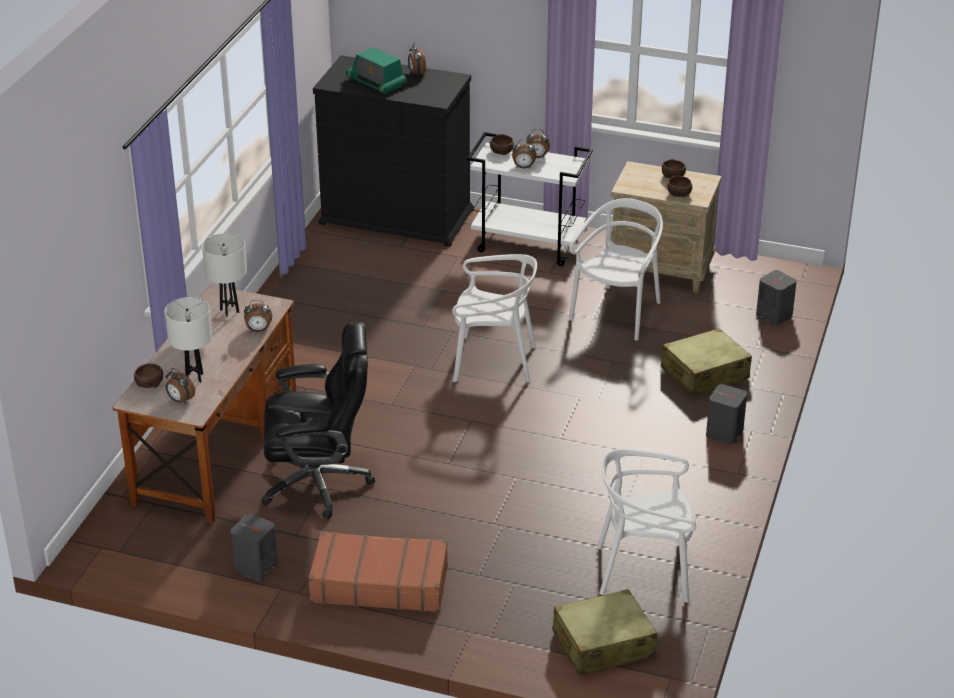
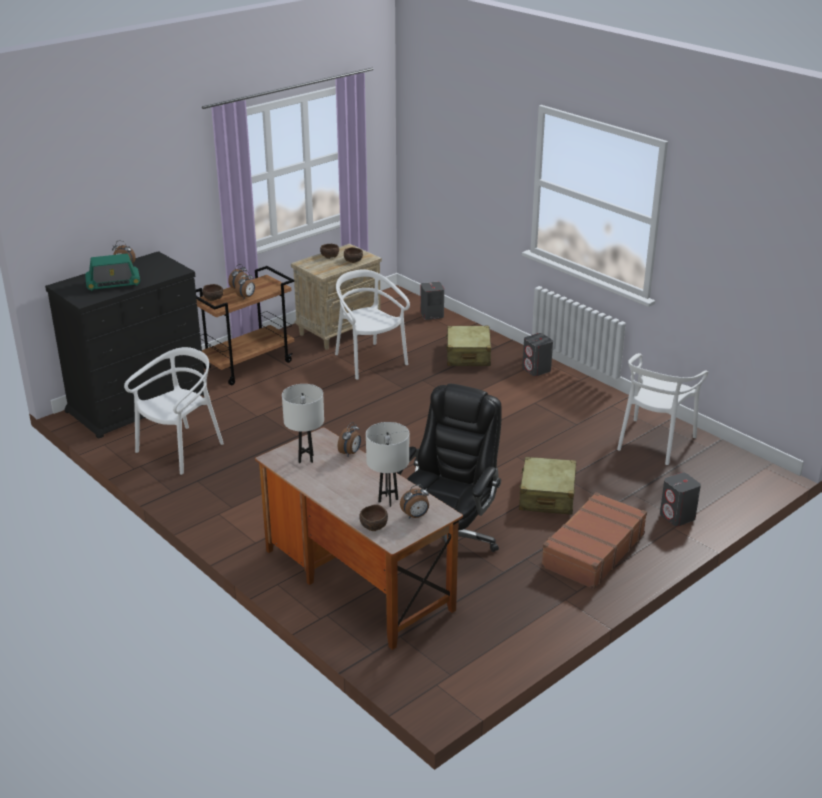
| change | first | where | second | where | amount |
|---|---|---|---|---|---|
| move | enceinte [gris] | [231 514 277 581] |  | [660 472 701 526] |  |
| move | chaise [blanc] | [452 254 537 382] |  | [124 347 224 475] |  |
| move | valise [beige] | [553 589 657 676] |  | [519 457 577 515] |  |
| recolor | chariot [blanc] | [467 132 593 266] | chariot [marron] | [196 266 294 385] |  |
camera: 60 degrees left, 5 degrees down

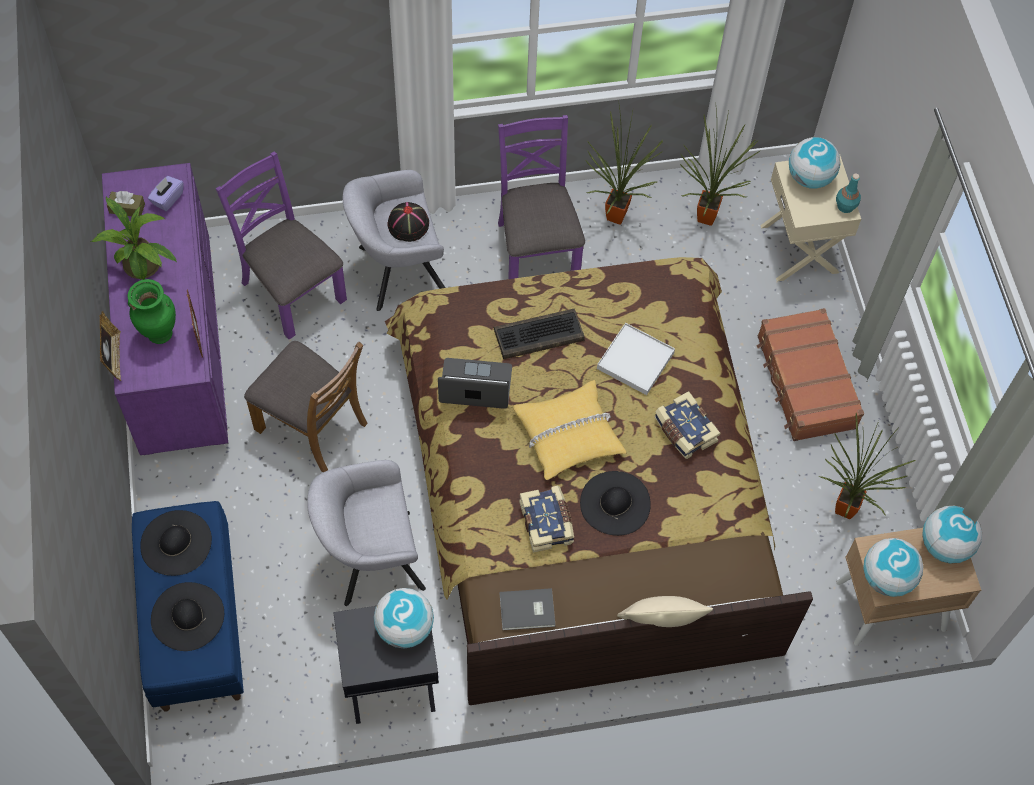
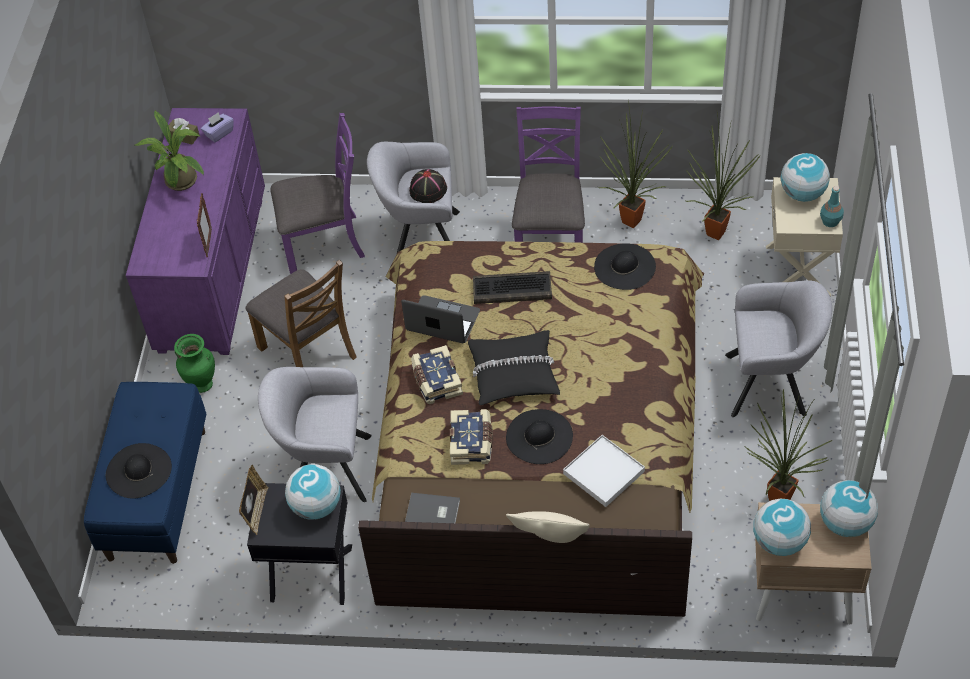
| change | first | where | second | where | amount |
|---|---|---|---|---|---|
| move | cadre photo | [99 311 121 381] |  | [239 465 269 535] |  |
| move | vase [vert] | [128 279 176 344] |  | [174 334 215 393] |  |
| move | chapeau [noir] | [140 510 212 576] |  | [594 243 656 290] |  |
| move | plateau [blanc] | [597 323 675 395] |  | [563 435 645 507] |  |
| move | livre | [654 391 720 459] |  | [411 345 463 404] |  |
| replace | valise [marron] | [756 308 864 441] | fauteuil [gris] | [725 280 832 417] |  |
| recolor | coussin [jaune] | [513 380 626 480] | coussin [noir] | [468 330 560 405] |  |
| rotate | chaise [violet] | [216 152 347 339] |  | [270 113 365 274] | 105 degrees clockwise |
camera: 20 degrees right, 10 degrees down

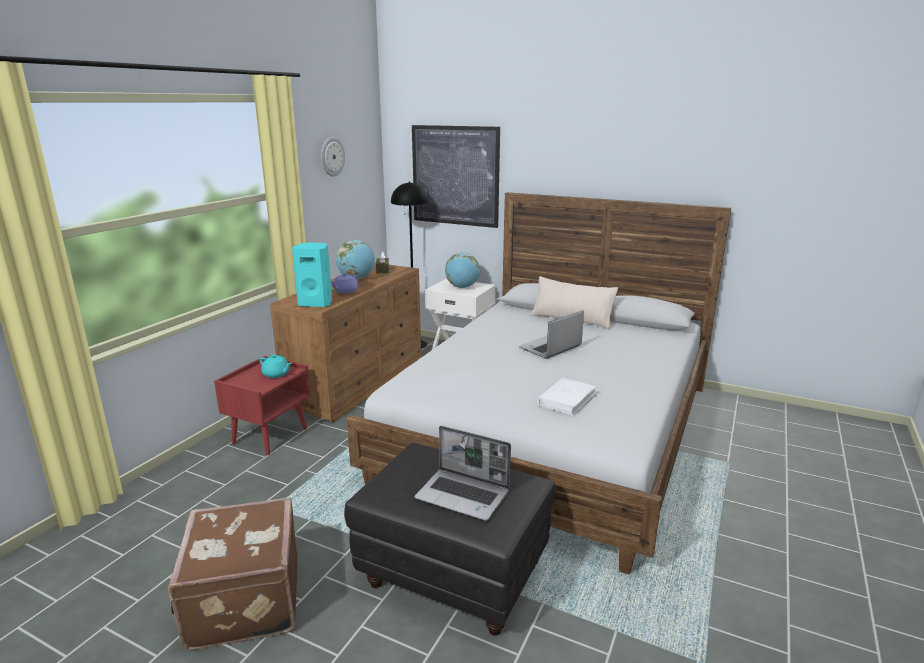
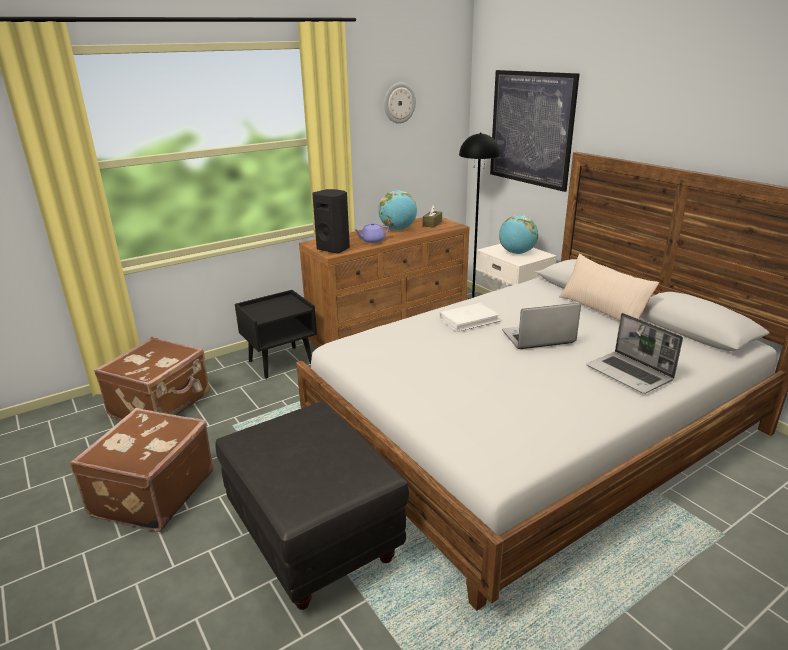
| change | first | where | second | where | amount |
|---|---|---|---|---|---|
| delete | théière [turquoise] | [259 354 292 378] |  |  |  |
| insert |  |  | valise [marron] | [94 337 210 420] |  |
| move | ordinateur portable | [415 426 511 521] |  | [586 313 683 394] |  |
| move | livre [blanc] | [537 378 597 415] |  | [439 303 500 332] |  |
| recolor | table de chevet [rouge] | [214 356 311 455] | table de chevet [noir] | [235 290 317 379] |  |
| recolor | enceinte [turquoise] | [292 243 332 307] | enceinte [noir] | [313 189 350 254] |  |
camera: 30 degrees right, 5 degrees up

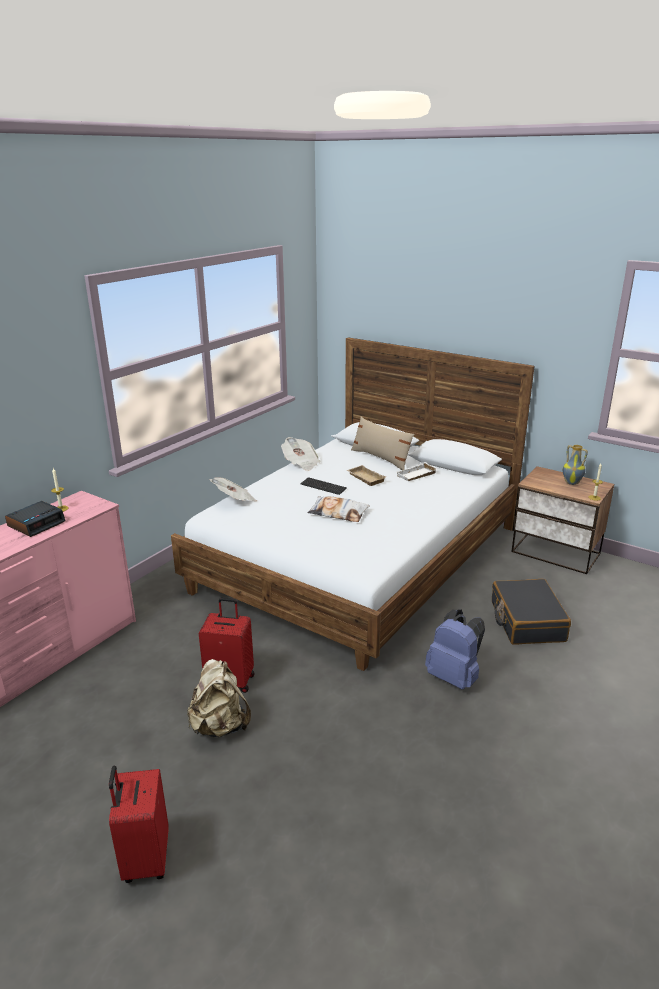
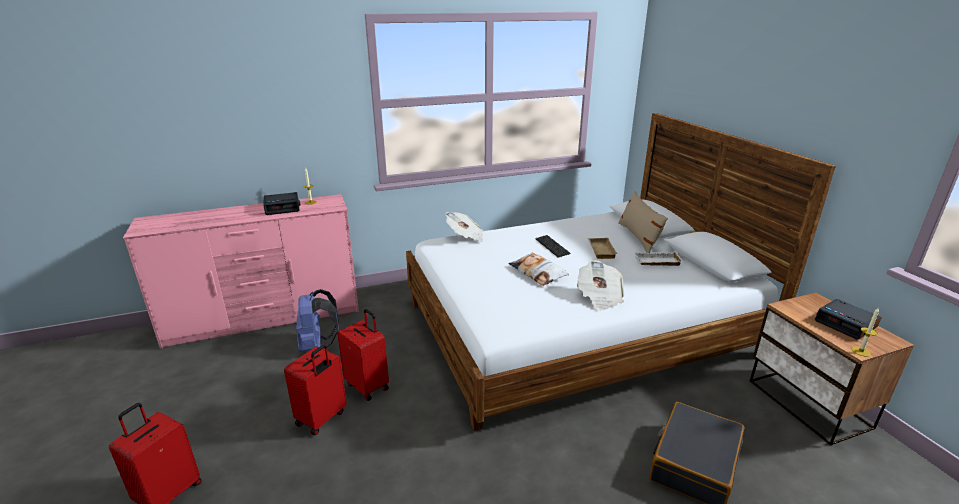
| change | first | where | second | where | amount |
|---|---|---|---|---|---|
| move | journal | [281 437 320 471] |  | [577 260 624 311] |  |
| move | sac à dos [bleu] | [425 609 485 690] |  | [296 289 339 351] |  |
| replace | sac à dos [beige] | [187 659 251 737] | valise [rouge] | [284 345 346 435] |  |
| replace | vase | [563 445 588 485] | réveil | [815 299 882 340] |  |
camera: 35 degrees right, 0 degrees up

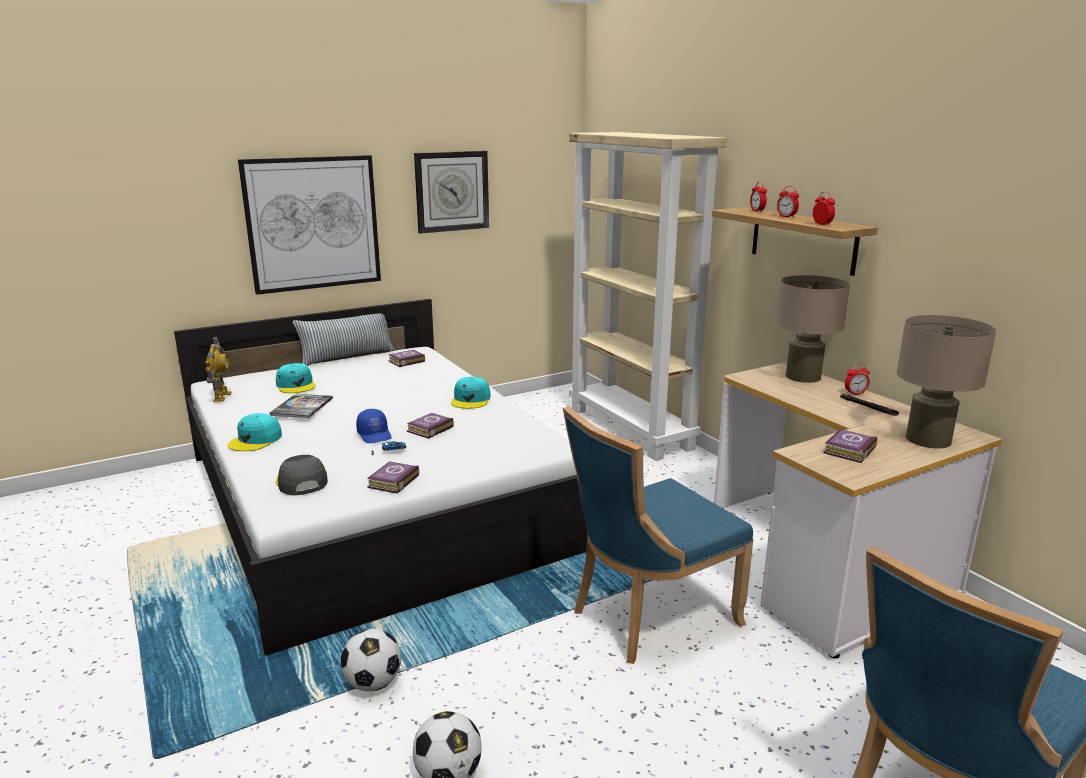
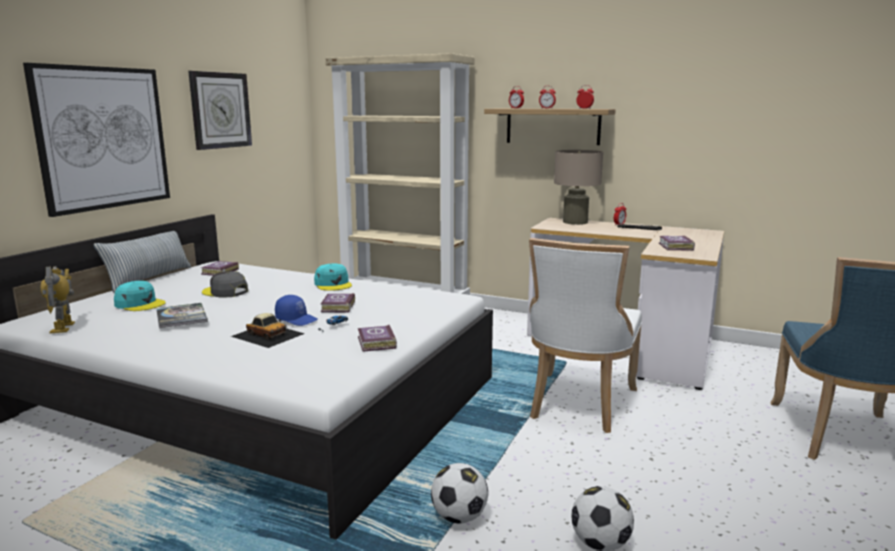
| change | first | where | second | where | amount |
|---|---|---|---|---|---|
| delete | casquette [turquoise] | [228 413 282 451] |  |  |  |
| delete | lampe de table [beige] | [896 315 997 449] |  |  |  |
| insert |  |  | petite voiture | [231 313 305 348] |  |
| move | casquette [gris] | [276 455 328 495] |  | [202 271 248 298] |  |
| recolor | chaise [bleu] | [563 406 753 664] | chaise [blanc] | [529 238 642 433] |  |
| rotate | robot jouet | [205 337 232 402] |  | [41 267 75 333] | 150 degrees counterclockwise |
camera: 35 degrees left, 5 degrees down

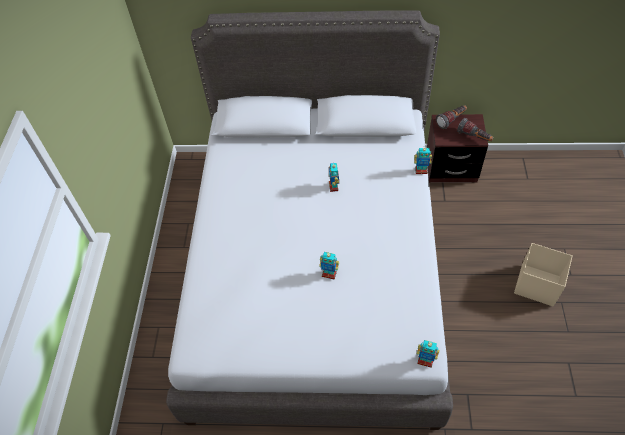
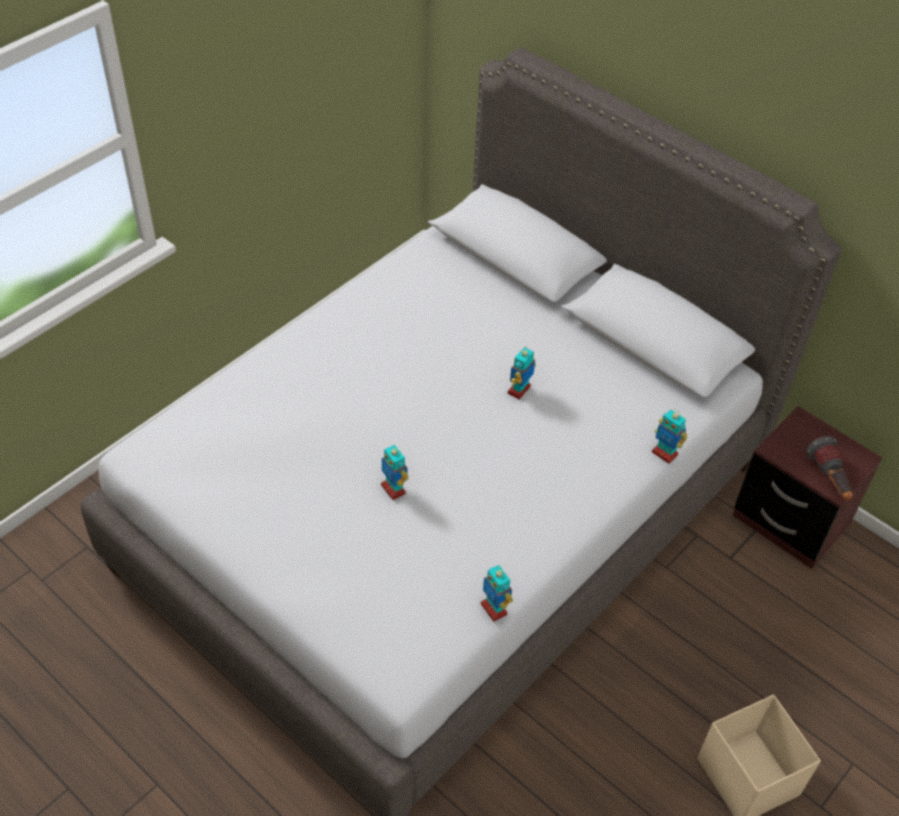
| change | first | where | second | where | amount |
|---|---|---|---|---|---|
| delete | lampe de poche | [436 105 467 129] |  |  |  |
| move | robot jouet | [417 340 440 368] |  | [481 565 513 622] |  |
camera: 35 degrees right, 5 degrees down

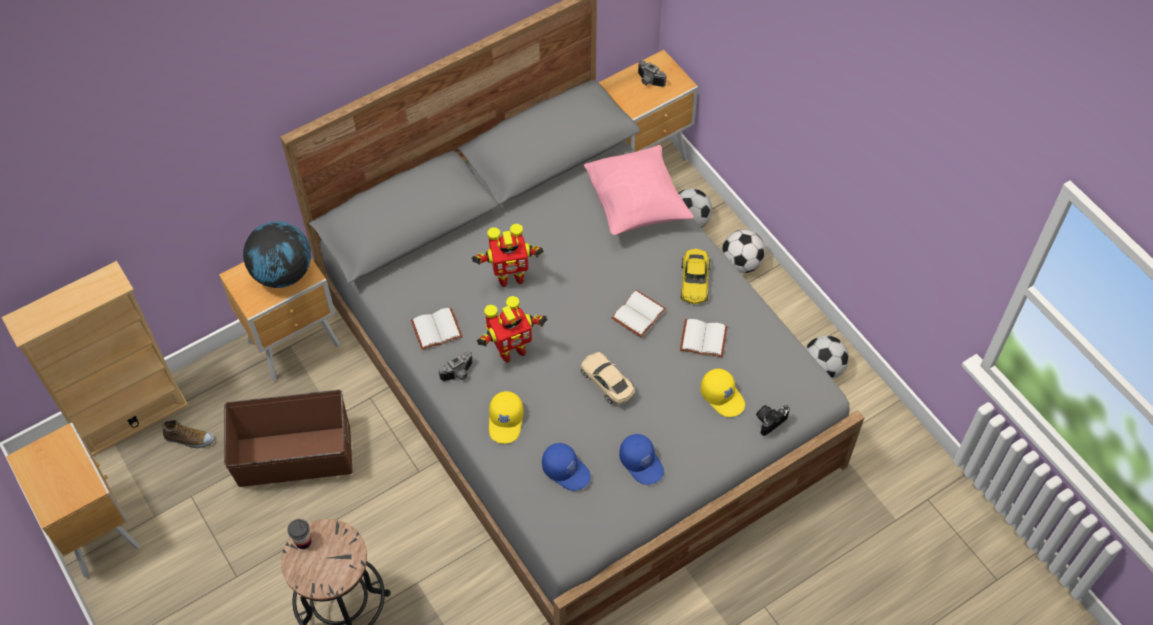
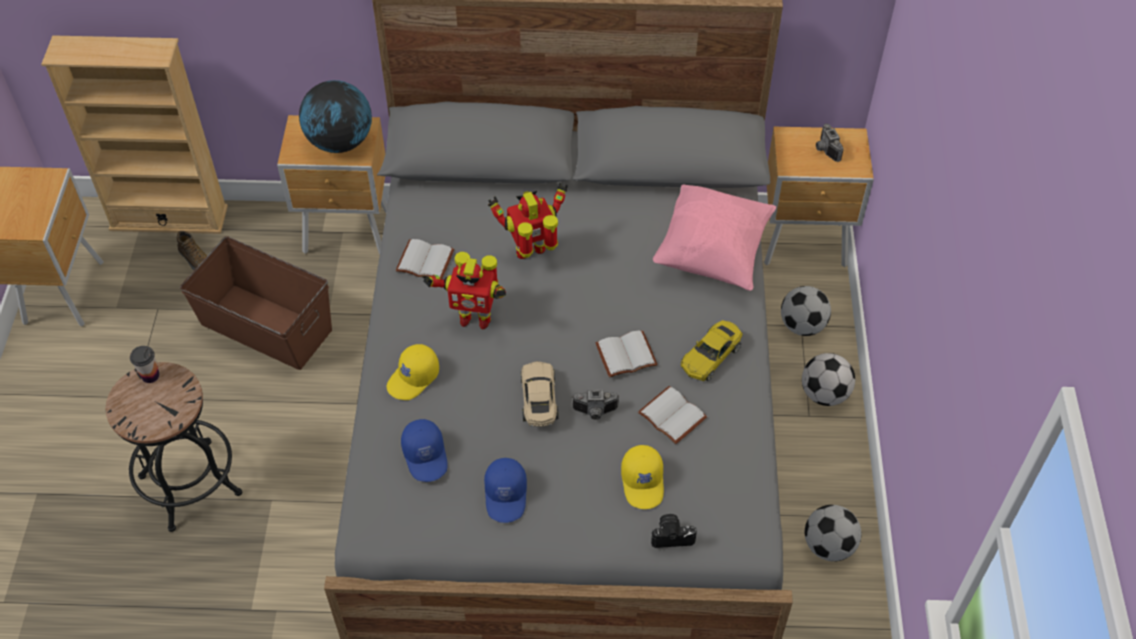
| change | first | where | second | where | amount |
|---|---|---|---|---|---|
| move | appareil photo | [439 352 472 381] |  | [572 390 620 420] |  |
| rotate | robot jouet | [471 224 544 287] |  | [488 183 568 259] | 135 degrees clockwise |
camera: 35 degrees right, 5 degrees down

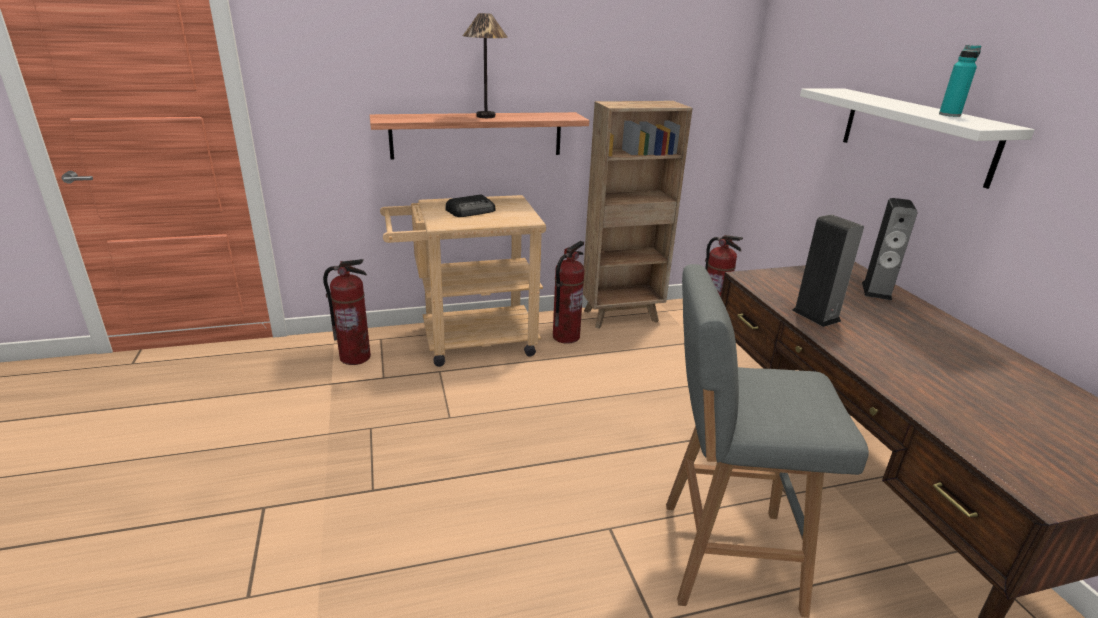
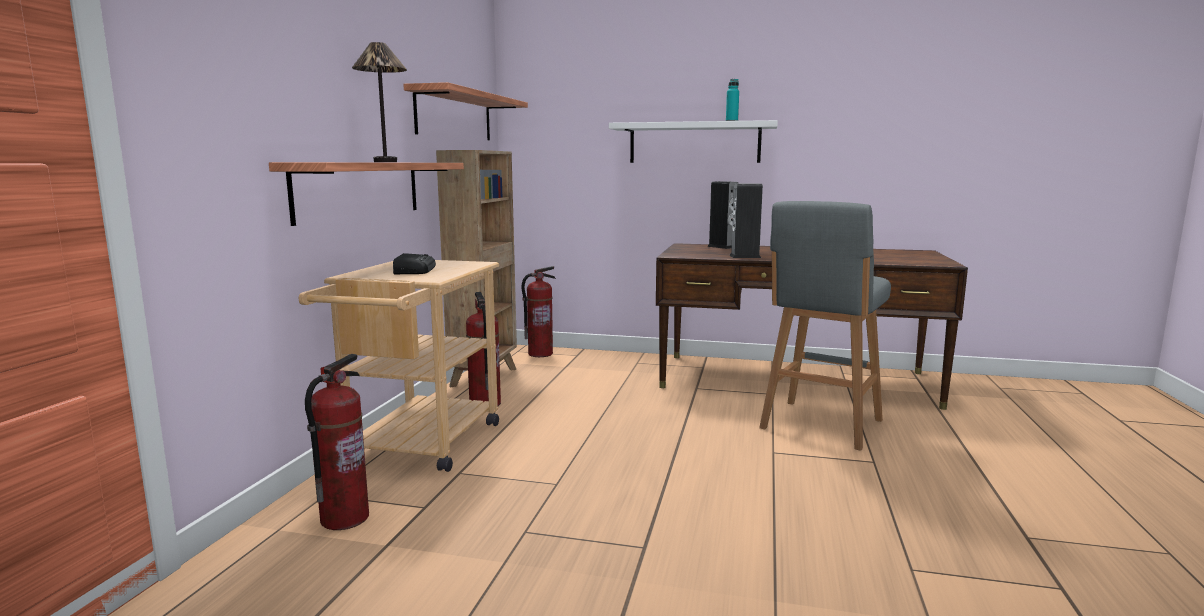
| change | first | where | second | where | amount |
|---|---|---|---|---|---|
| insert |  |  | étagère | [403 82 528 140] |  |
camera: 60 degrees left, 15 degrees down

